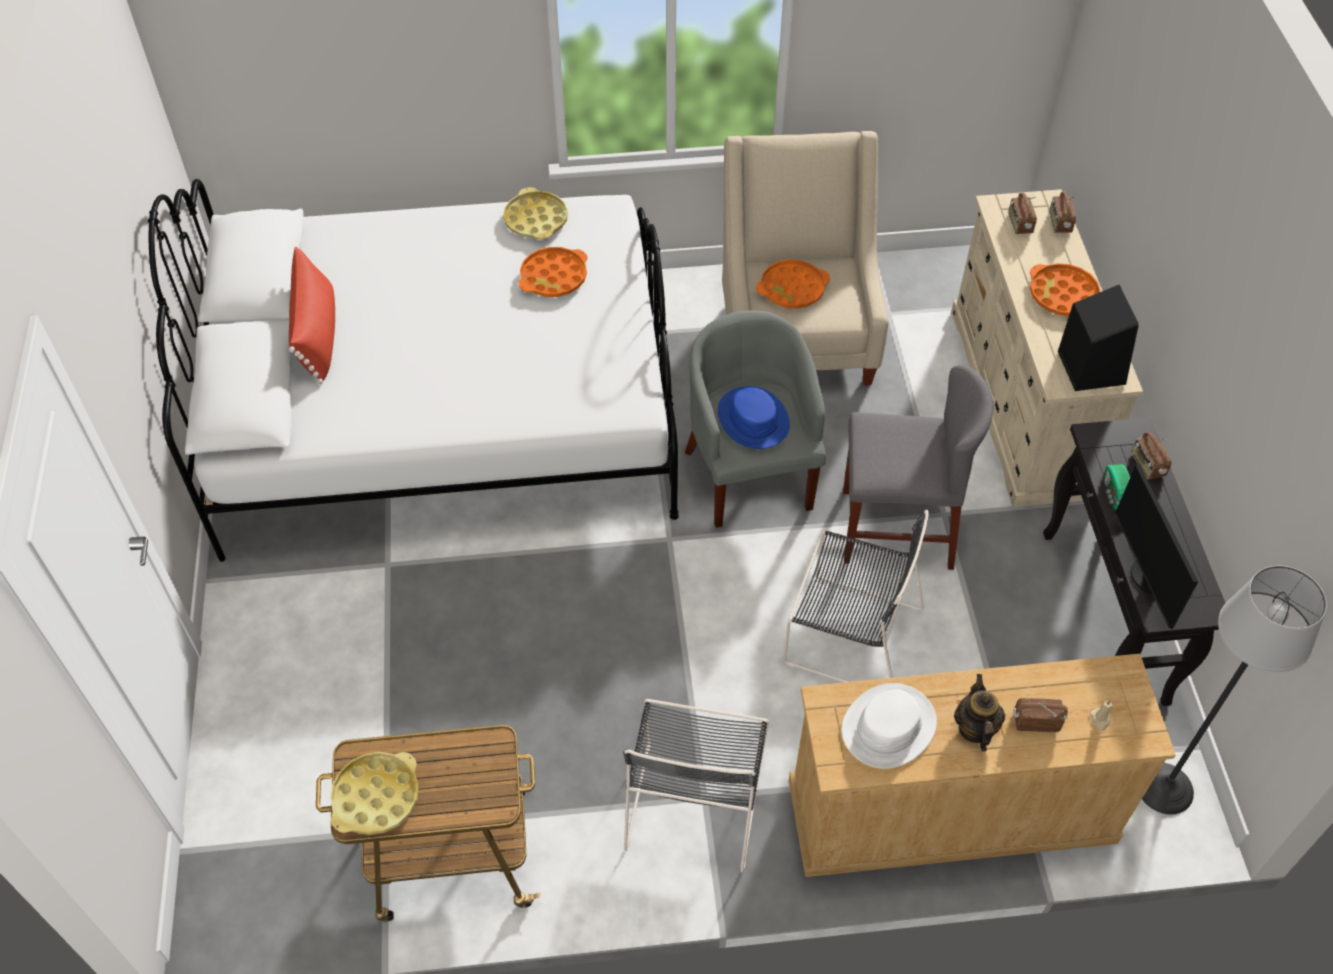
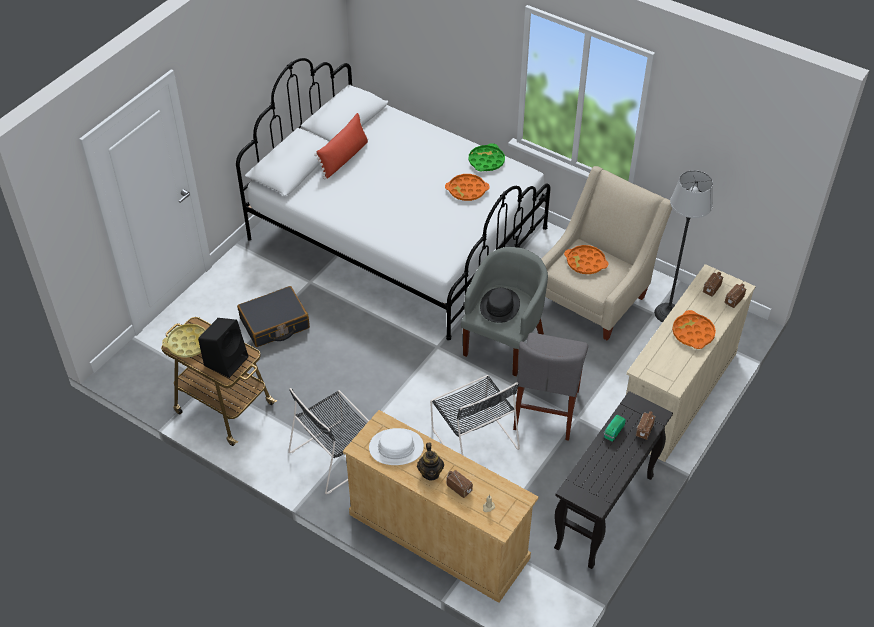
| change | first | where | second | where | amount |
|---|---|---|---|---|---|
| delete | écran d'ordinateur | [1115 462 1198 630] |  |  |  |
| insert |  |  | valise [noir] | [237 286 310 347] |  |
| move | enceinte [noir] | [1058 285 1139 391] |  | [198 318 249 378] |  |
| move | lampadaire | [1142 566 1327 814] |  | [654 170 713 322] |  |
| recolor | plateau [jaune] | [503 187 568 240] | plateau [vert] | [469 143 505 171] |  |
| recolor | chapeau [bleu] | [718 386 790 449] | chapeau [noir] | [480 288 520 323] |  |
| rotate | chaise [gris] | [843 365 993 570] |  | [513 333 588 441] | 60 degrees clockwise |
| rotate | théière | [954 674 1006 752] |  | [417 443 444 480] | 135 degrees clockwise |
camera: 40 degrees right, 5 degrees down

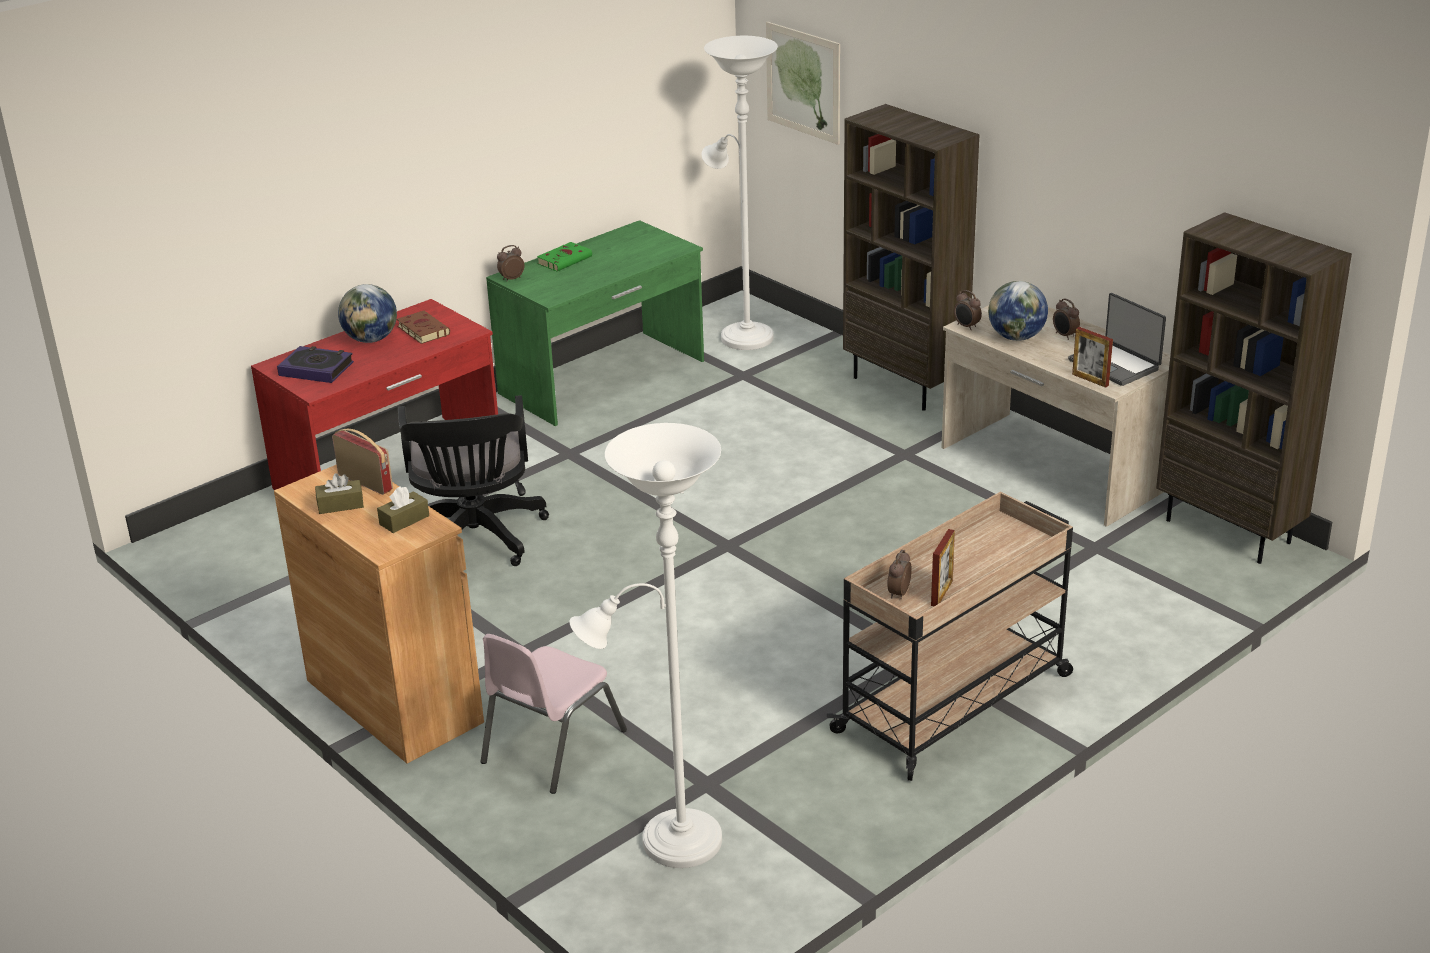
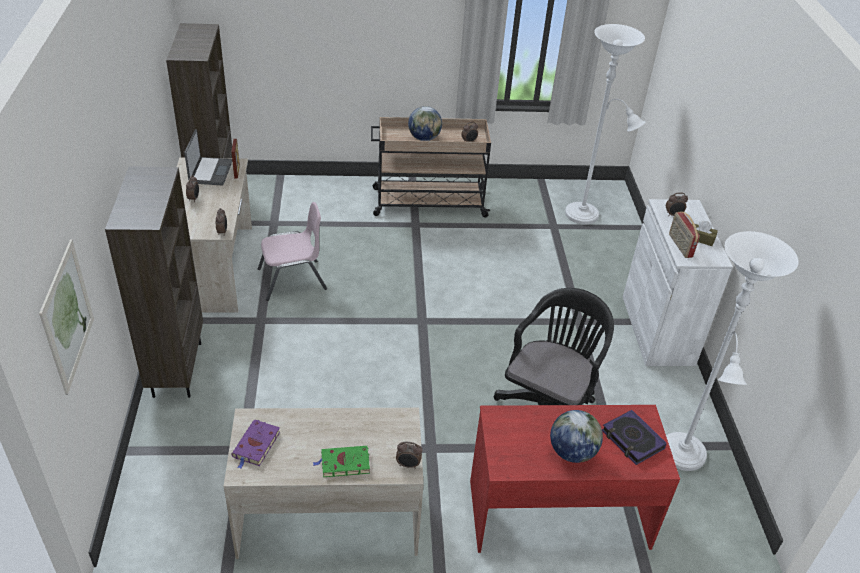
| change | first | where | second | where | amount |
|---|---|---|---|---|---|
| delete | livre [marron] | [397 311 450 344] |  |  |  |
| delete | cadre photo | [931 529 955 606] |  |  |  |
| insert |  |  | livre [violet] | [231 420 280 469] |  |
| move | chaise [rose] | [480 634 627 794] |  | [258 202 327 301] |  |
| move | lampadaire [blanc] | [702 36 778 350] |  | [666 231 799 471] |  |
| move | globe | [988 281 1048 341] |  | [408 106 442 141] |  |
| replace | boîte à mouchoirs [marron] | [377 486 429 533] | réveil | [666 193 688 216] |  |
| recolor | meuble de rangement [marron] | [274 464 484 764] | meuble de rangement [blanc] | [623 199 733 366] |  |
| recolor | bureau [vert] | [486 220 704 426] | bureau [beige] | [224 408 424 559] |  |
camera: 145 degrees left, 10 degrees up

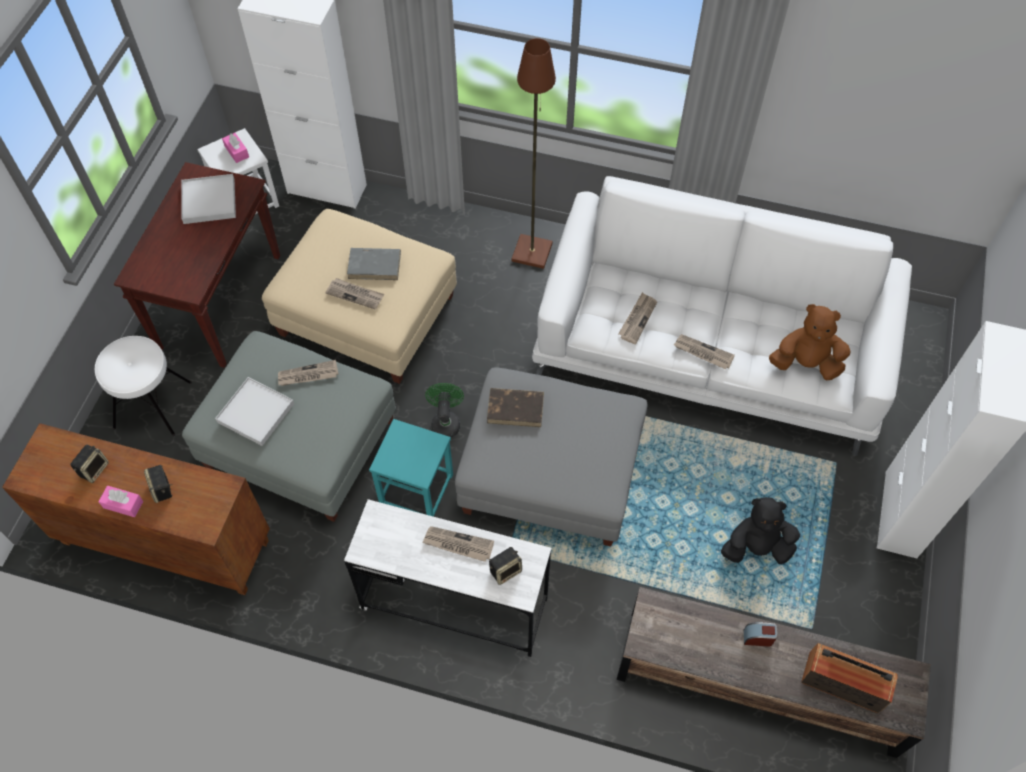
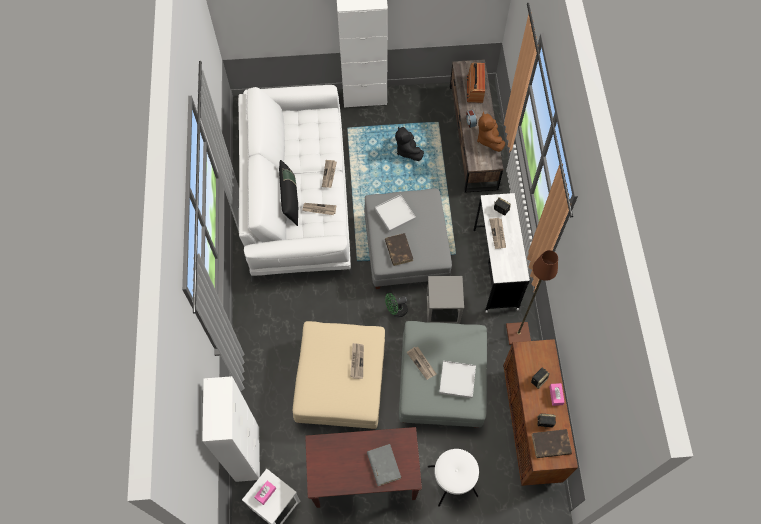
| change | first | where | second | where | amount |
|---|---|---|---|---|---|
| insert |  |  | coussin [noir] | [279 160 298 226] |  |
| insert |  |  | livre [marron] | [532 429 572 458] |  |
| move | plateau [blanc] | [181 174 236 224] |  | [375 194 416 232] |  |
| move | livre [gris] | [347 248 401 280] |  | [367 444 401 486] |  |
| move | lampadaire [marron] | [512 38 556 269] |  | [506 250 558 345] |  |
| move | peluche [marron] | [769 304 851 381] |  | [477 111 505 152] |  |
| recolor | tabouret [turquoise] | [369 419 453 517] | tabouret [gris] | [426 276 464 324] |  |
camera: 110 degrees left, 5 degrees up

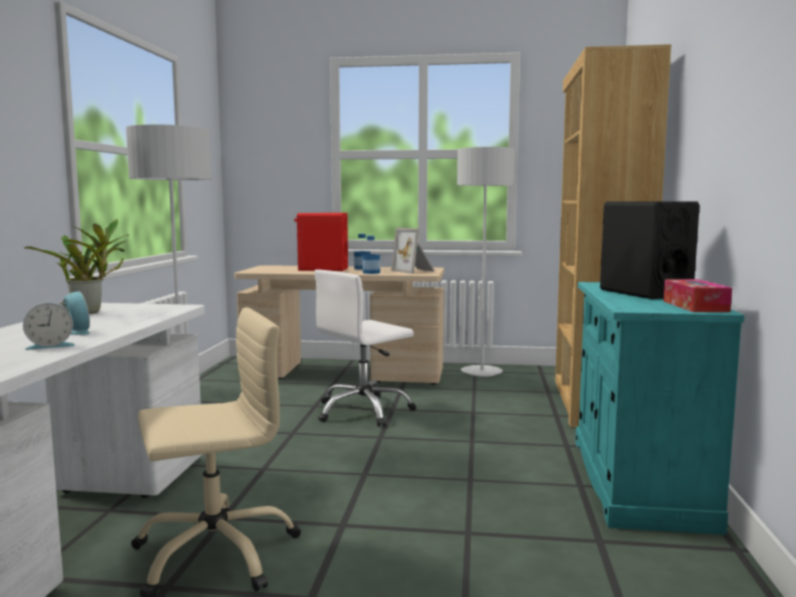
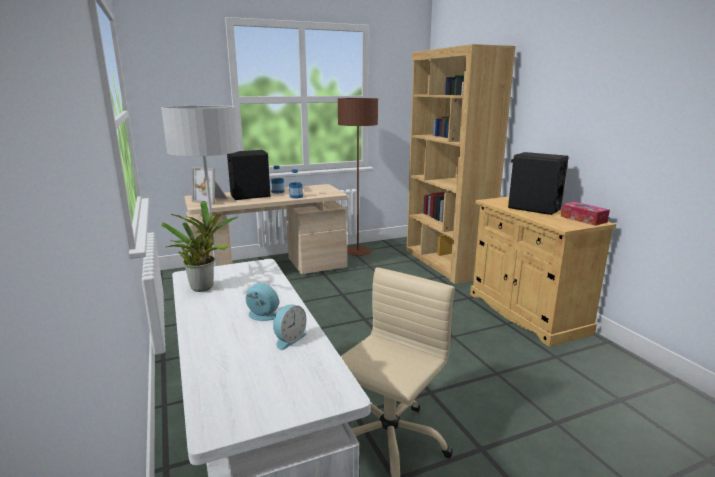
| change | first | where | second | where | amount |
|---|---|---|---|---|---|
| delete | chaise de bureau [blanc] | [314 270 416 427] |  |  |  |
| move | cadre photo | [391 227 434 274] |  | [191 167 228 205] |  |
| recolor | enceinte [rouge] | [294 213 348 271] | enceinte [noir] | [227 150 270 200] |  |
| recolor | lampadaire [gris] | [457 147 515 377] | lampadaire [marron] | [338 98 378 256] |  |
| recolor | meuble de rangement [turquoise] | [575 282 744 535] | meuble de rangement [beige] | [470 197 616 347] |  |
camera: 30 degrees left, 10 degrees up

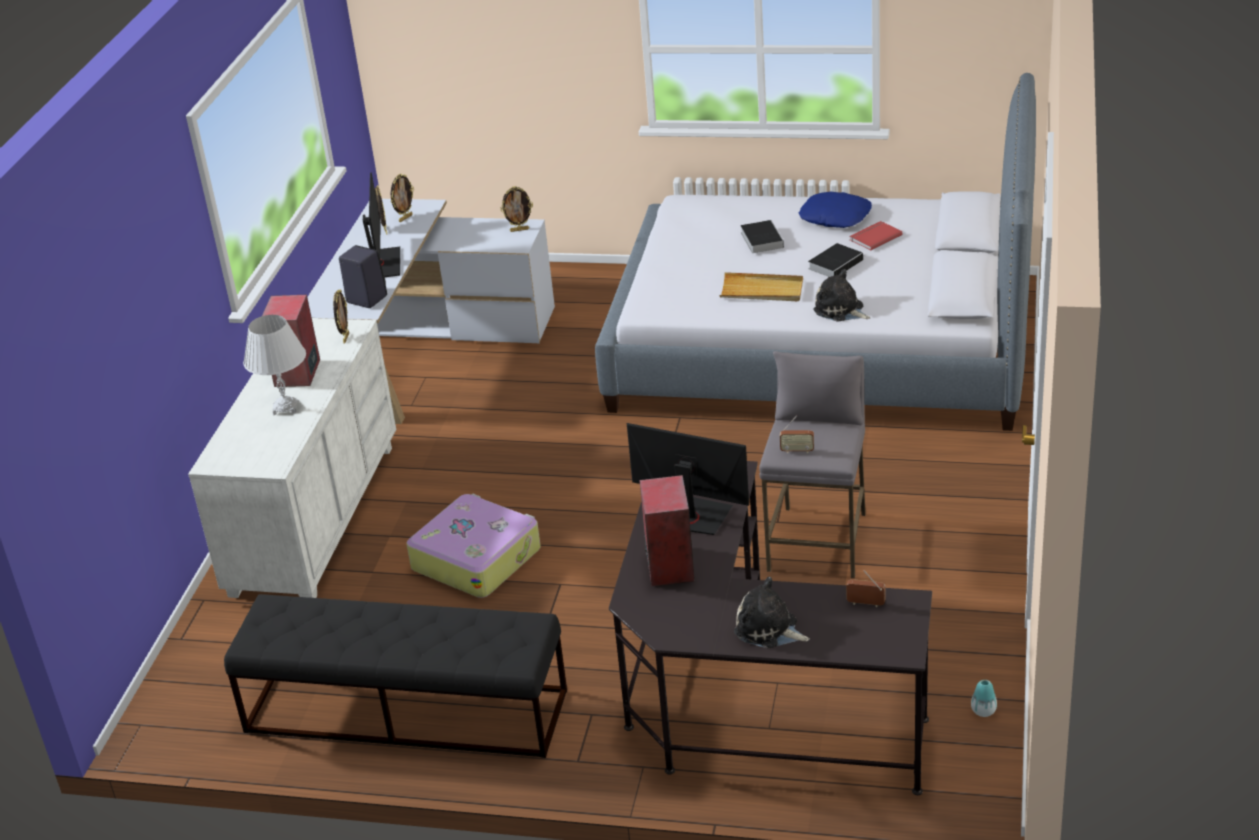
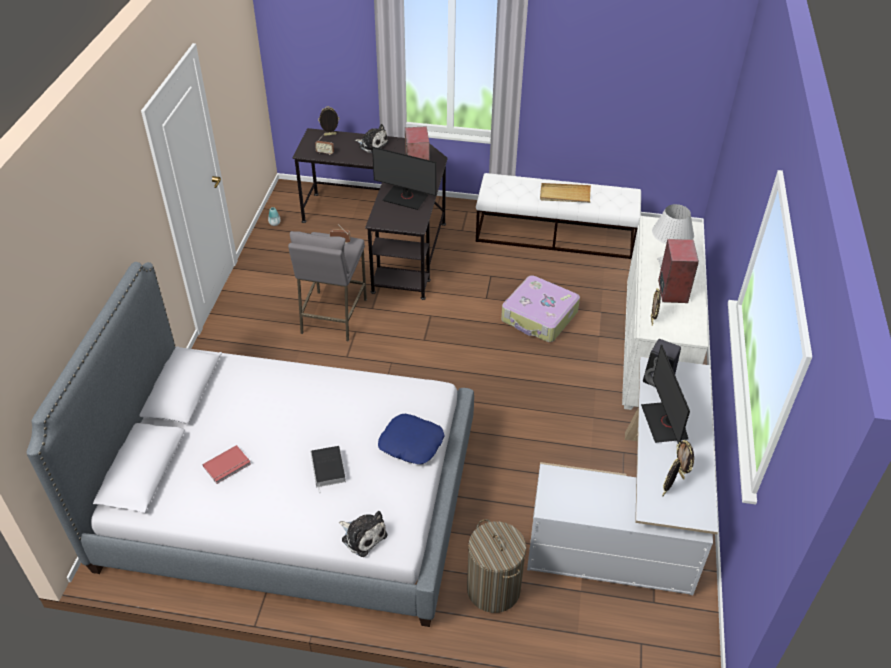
| change | first | where | second | where | amount |
|---|---|---|---|---|---|
| delete | livre | [808 243 865 277] |  |  |  |
| insert |  |  | panier à linge | [467 519 526 613] |  |
| move | cadre photo | [500 186 533 232] |  | [318 106 340 136] |  |
| move | plateau [beige] | [719 272 803 301] |  | [540 183 591 203] |  |
| move | coussin [bleu] | [799 192 872 228] |  | [378 414 445 464] |  |
| move | peluche | [813 269 871 322] |  | [339 511 387 557] |  |
| recolor | banc [noir] | [224 594 567 758] | banc [blanc] | [476 173 641 259] |  |
camera: 175 degrees right, 10 degrees up

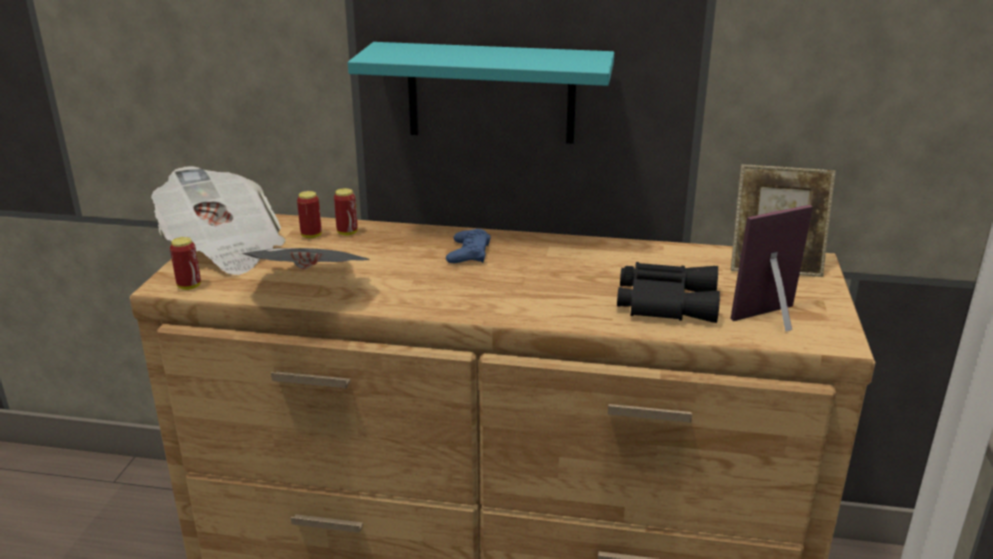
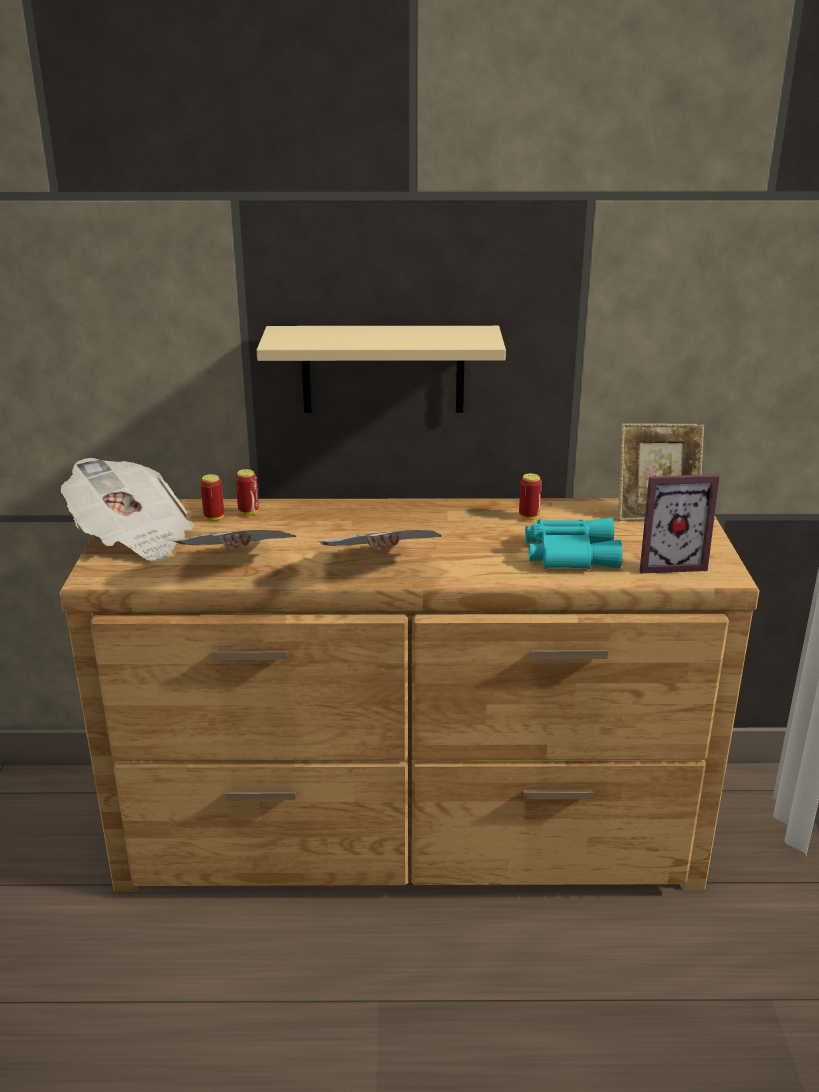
| change | first | where | second | where | amount |
|---|---|---|---|---|---|
| delete | manette [bleu] | [446 229 491 263] |  |  |  |
| insert |  |  | journal | [319 530 442 551] |  |
| move | boîte métallique | [170 237 201 290] |  | [519 473 542 520] |  |
| recolor | étagère [turquoise] | [348 42 614 144] | étagère [beige] | [257 326 506 413] |  |
| recolor | jumelles [noir] | [617 262 720 323] | jumelles [turquoise] | [525 518 622 569] |  |
| rotate | cadre photo | [730 205 813 332] |  | [640 474 720 573] | 150 degrees counterclockwise |
camera: 10 degrees left, 0 degrees up

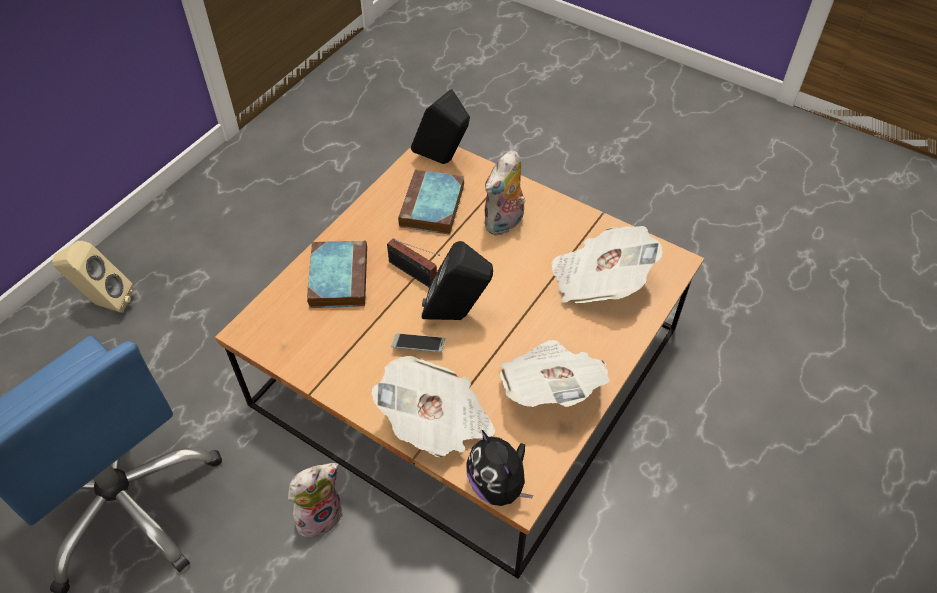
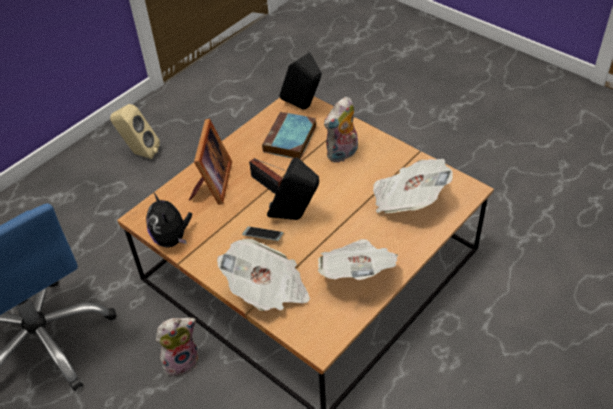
| change | first | where | second | where | amount |
|---|---|---|---|---|---|
| move | enceinte [beige] | [52 241 133 313] |  | [110 104 160 159] |  |
| move | peluche | [466 429 533 506] |  | [146 192 192 248] |  |
| replace | livre | [307 240 367 308] | cadre photo | [189 119 232 205] |  |
camera: 10 degrees right, 5 degrees down

